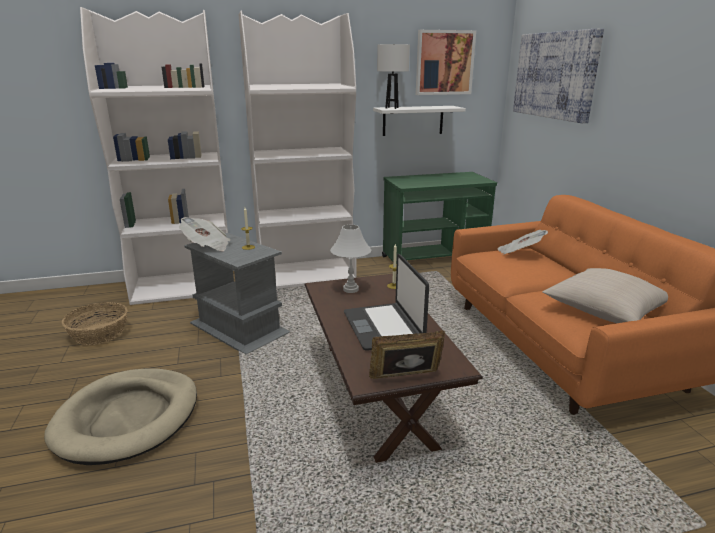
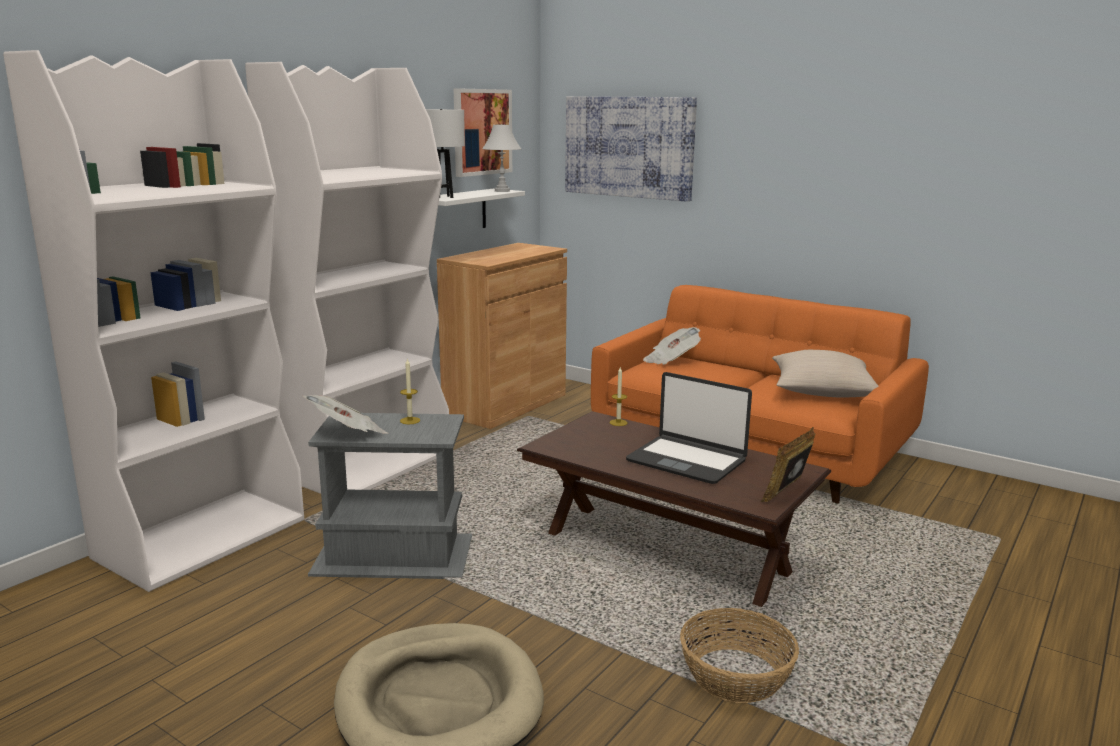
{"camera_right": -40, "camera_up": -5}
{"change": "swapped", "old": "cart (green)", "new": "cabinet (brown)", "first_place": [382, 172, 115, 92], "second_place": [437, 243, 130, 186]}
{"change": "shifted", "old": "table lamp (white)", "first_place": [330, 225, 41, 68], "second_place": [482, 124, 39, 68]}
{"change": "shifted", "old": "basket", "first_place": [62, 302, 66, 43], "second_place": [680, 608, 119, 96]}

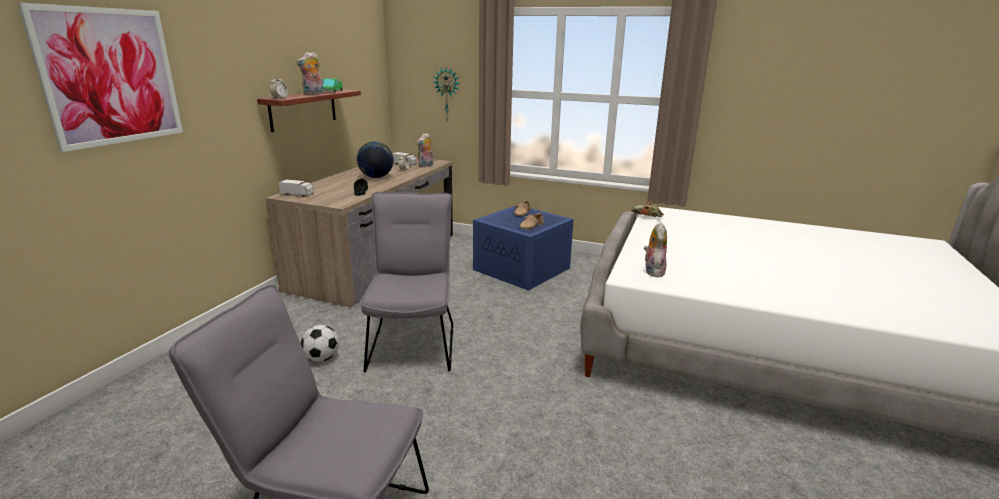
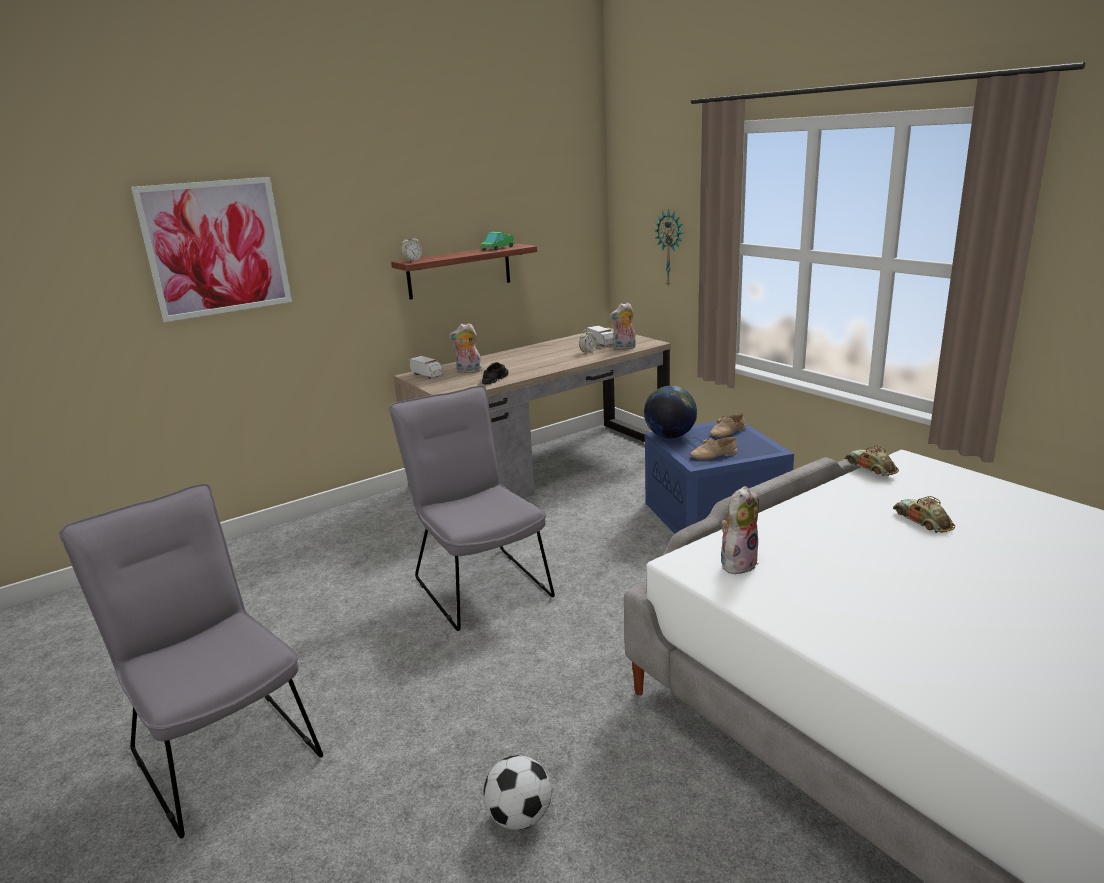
{"camera_right": 35, "camera_up": 0}
{"change": "rotated", "old": "chair (grey)", "first_place": [360, 192, 93, 181], "second_place": [389, 386, 166, 245], "degrees": -60}
{"change": "shifted", "old": "plush toy", "first_place": [296, 52, 28, 43], "second_place": [449, 323, 33, 50]}
{"change": "shifted", "old": "football", "first_place": [301, 325, 38, 37], "second_place": [483, 755, 69, 75]}
{"change": "shifted", "old": "globe", "first_place": [357, 141, 37, 37], "second_place": [644, 386, 53, 52]}
{"change": "new", "new": "toy car", "second_place": [893, 496, 62, 37]}

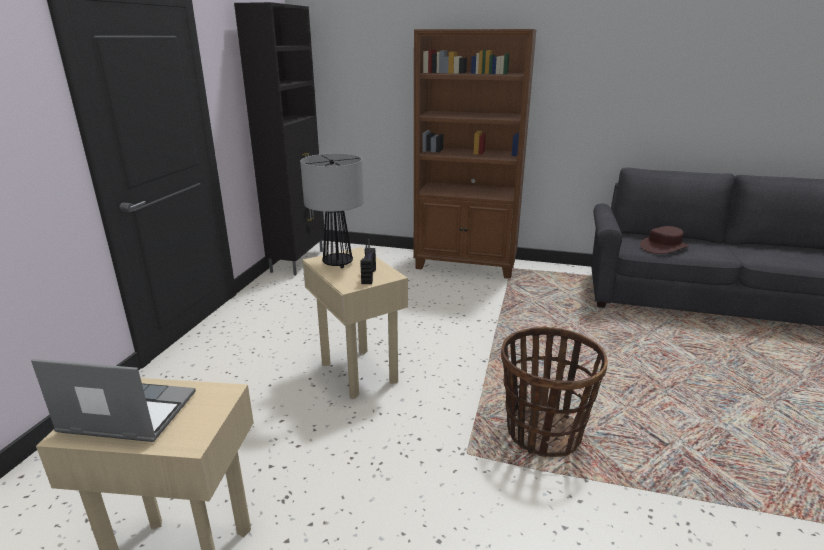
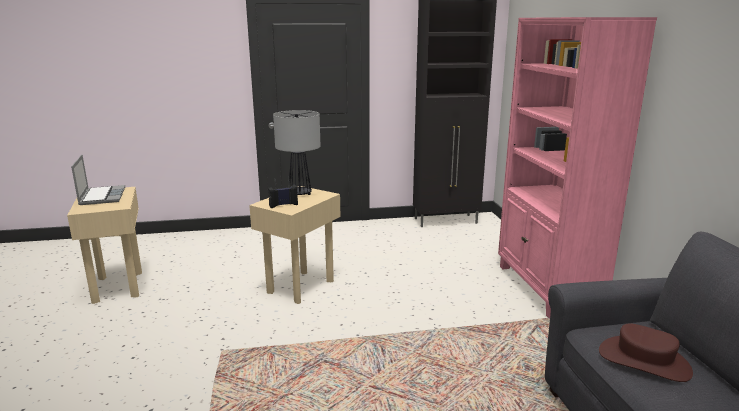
{"camera_right": 65, "camera_up": -5}
{"change": "repainted", "old": "bookcase (brown)", "new": "bookcase (pink)", "first_place": [414, 29, 123, 250], "second_place": [498, 17, 159, 302]}
{"change": "gone", "old": "basket", "first_place": [501, 327, 107, 130]}

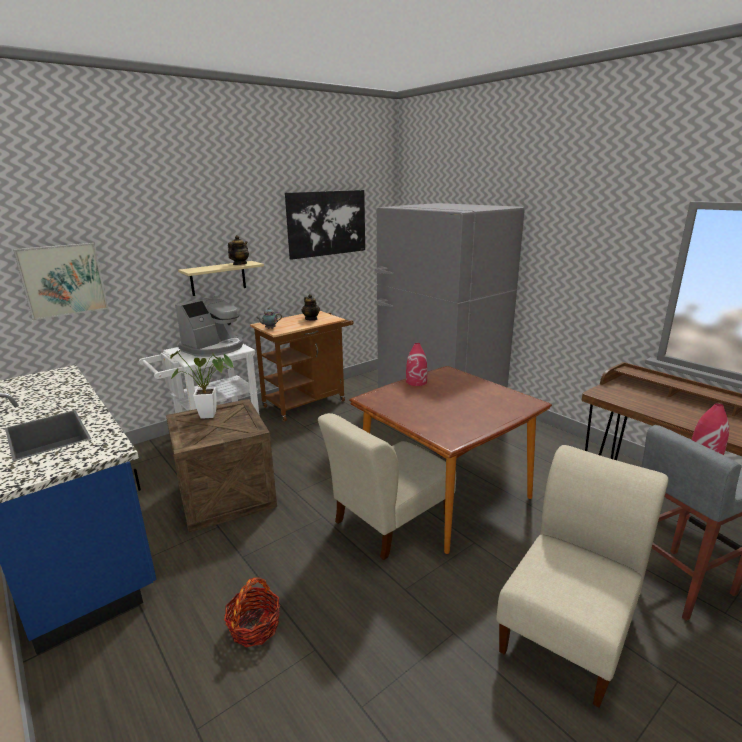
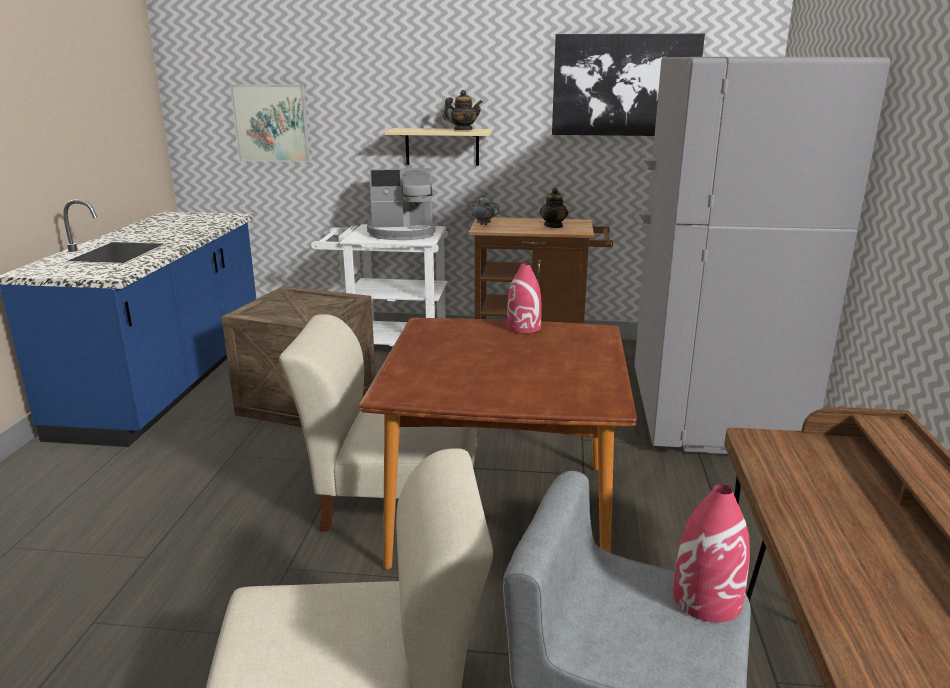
{"camera_right": 45, "camera_up": 0}
{"change": "gone", "old": "potted plant", "first_place": [170, 350, 64, 69]}
{"change": "gone", "old": "basket", "first_place": [224, 577, 56, 70]}

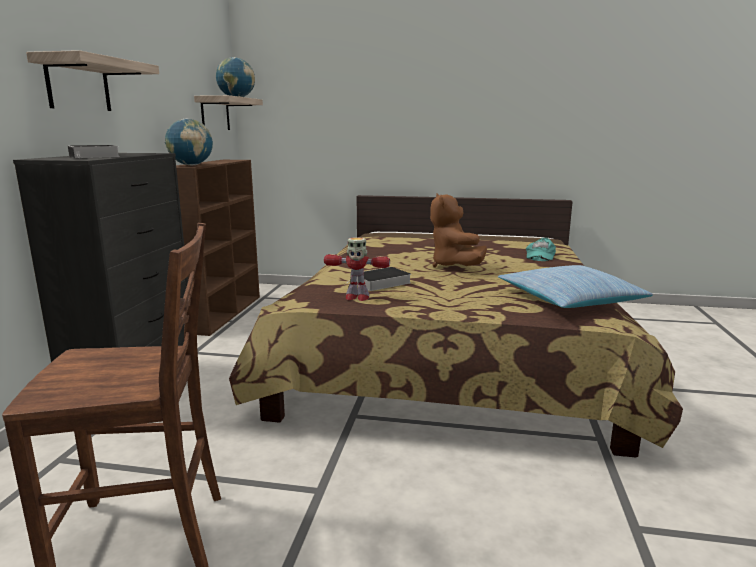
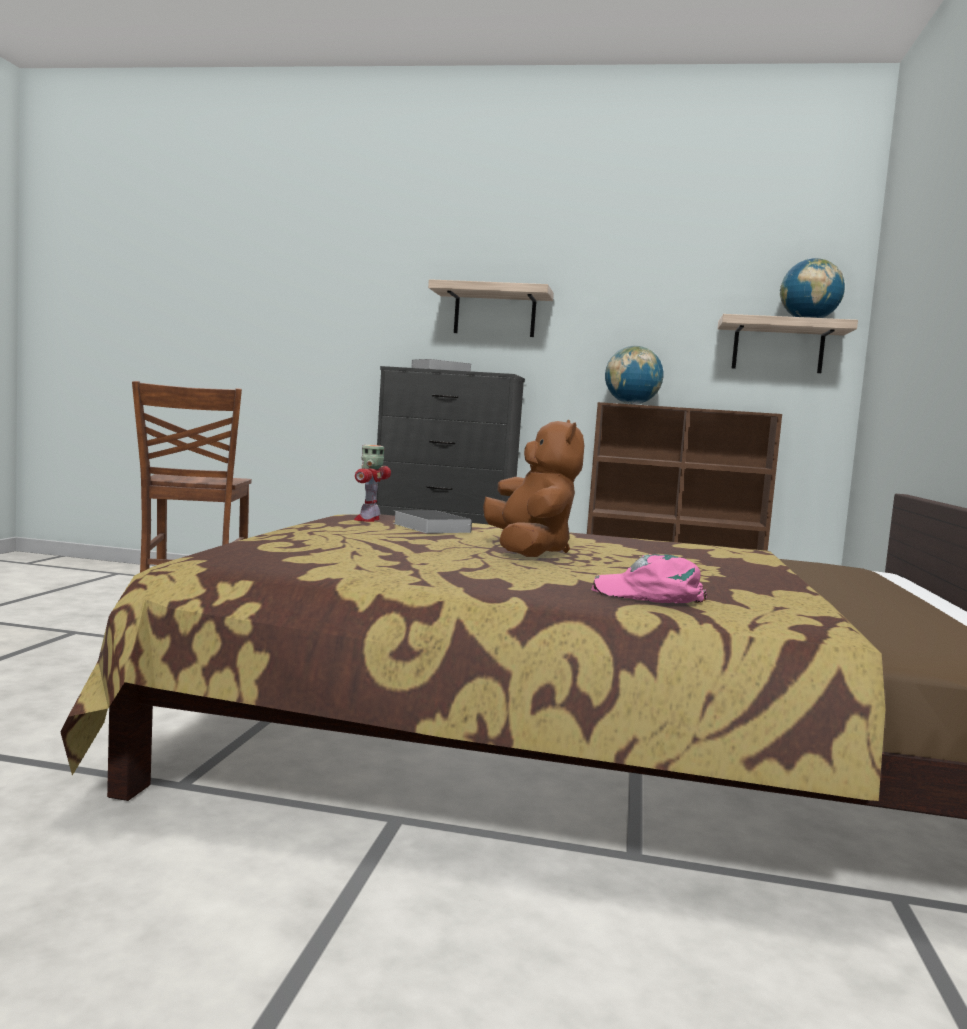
{"camera_right": 90, "camera_up": -10}
{"change": "rotated", "old": "plush toy (brown)", "first_place": [430, 194, 57, 73], "second_place": [483, 420, 101, 137], "degrees": 90}
{"change": "repainted", "old": "cap (turquoise)", "new": "cap (pink)", "first_place": [526, 237, 30, 24], "second_place": [591, 554, 116, 49]}
{"change": "gone", "old": "pillow", "first_place": [498, 265, 155, 43]}

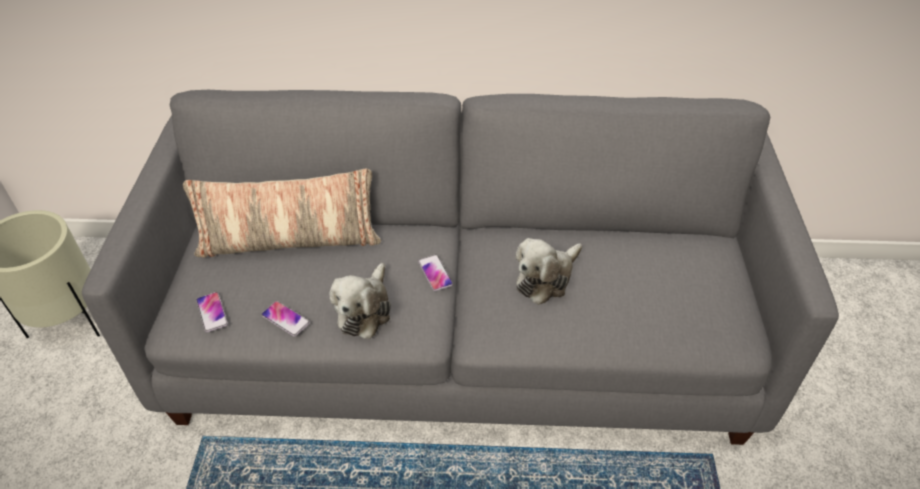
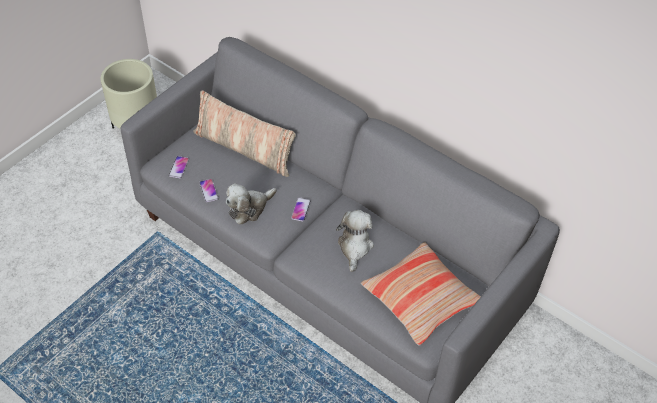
{"camera_right": 35, "camera_up": 5}
{"change": "rotated", "old": "plush toy", "first_place": [515, 238, 67, 67], "second_place": [336, 210, 38, 62], "degrees": 105}
{"change": "new", "new": "pillow", "second_place": [361, 242, 120, 104]}

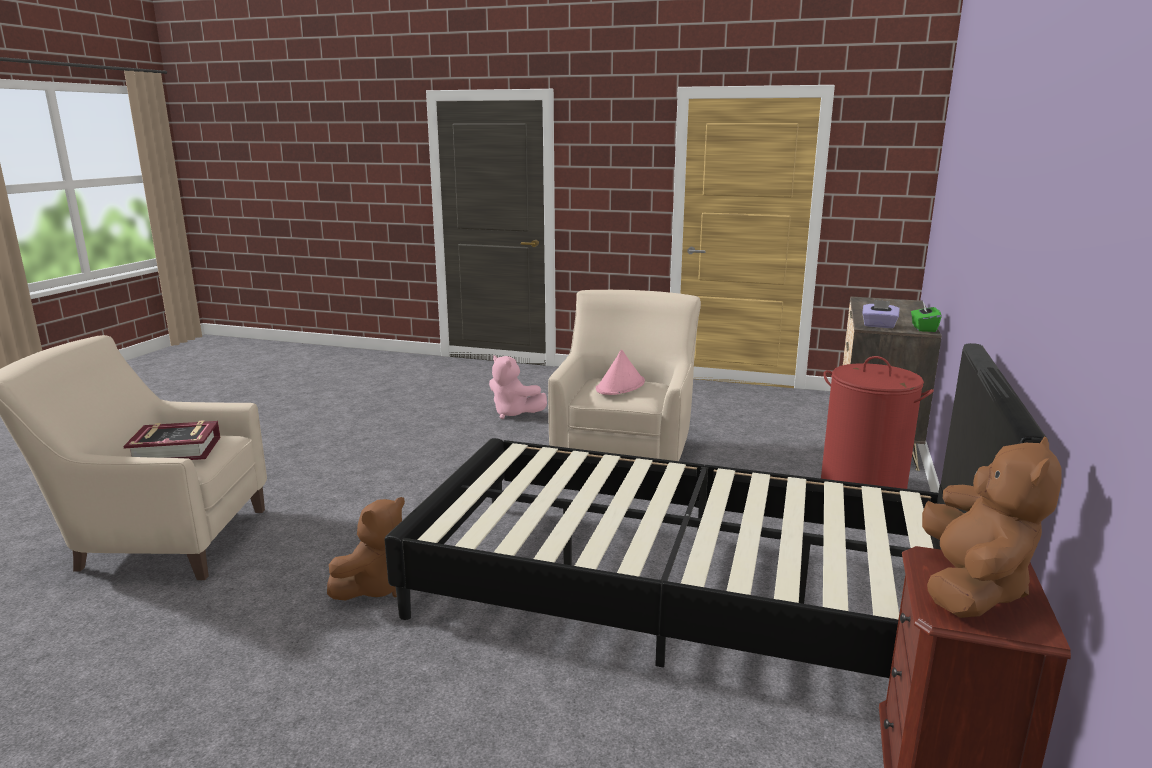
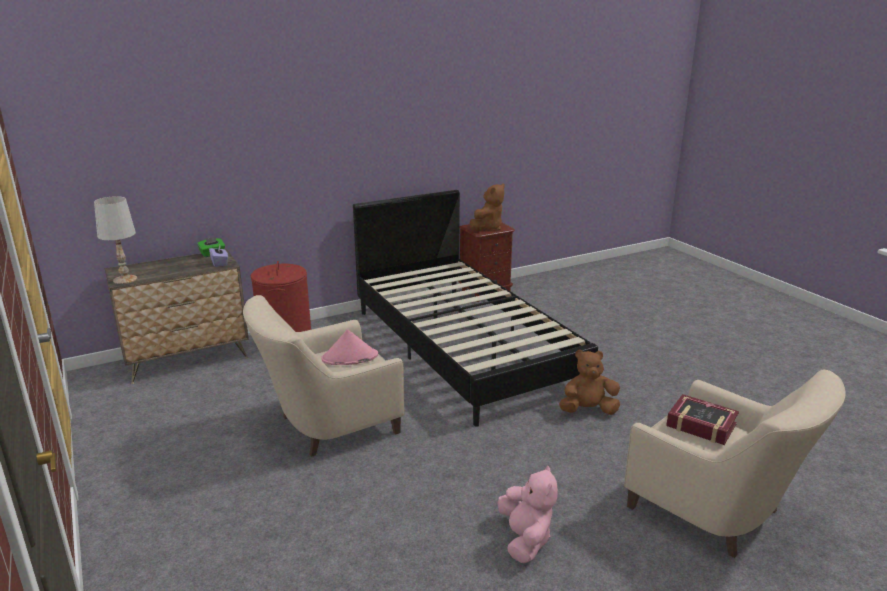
{"camera_right": -135, "camera_up": 5}
{"change": "new", "new": "table lamp (white)", "second_place": [94, 196, 43, 88]}
{"change": "rotated", "old": "plush toy (brown)", "first_place": [922, 436, 139, 182], "second_place": [470, 184, 35, 47], "degrees": 150}
{"change": "shifted", "old": "plush toy (pink)", "first_place": [489, 355, 58, 64], "second_place": [497, 465, 61, 98]}

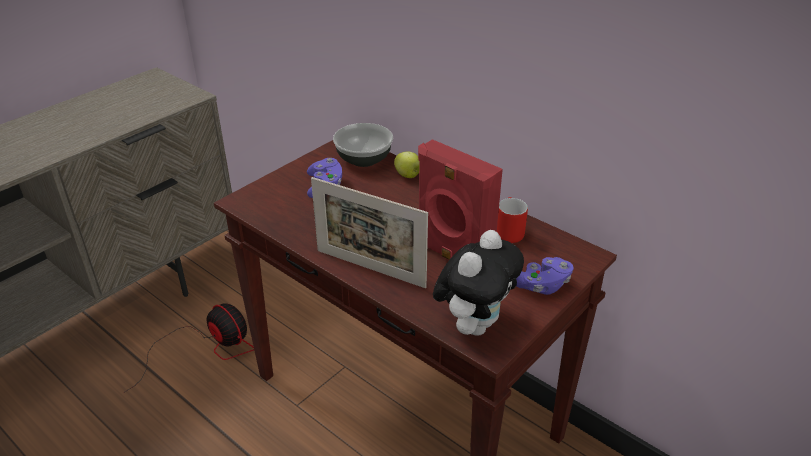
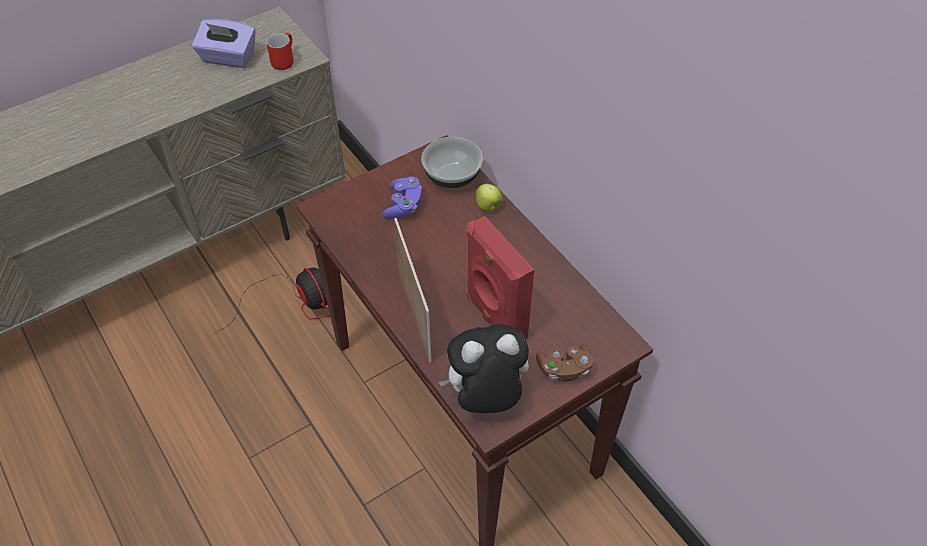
{"camera_right": 15, "camera_up": 15}
{"change": "new", "new": "tissue box (purple)", "second_place": [192, 19, 64, 49]}
{"change": "shifted", "old": "mug (red)", "first_place": [497, 197, 31, 46], "second_place": [266, 33, 28, 37]}
{"change": "rotated", "old": "picture frame", "first_place": [311, 177, 117, 111], "second_place": [394, 218, 38, 144], "degrees": -150}
{"change": "rotated", "old": "plush toy", "first_place": [433, 230, 91, 106], "second_place": [438, 324, 91, 89], "degrees": -150}
{"change": "repainted", "old": "game controller (purple)", "new": "game controller (brown)", "first_place": [516, 257, 58, 38], "second_place": [536, 344, 58, 38]}

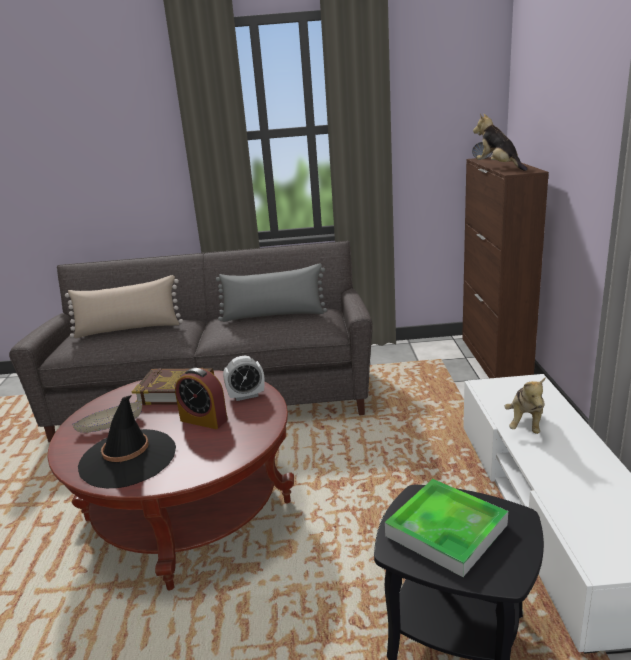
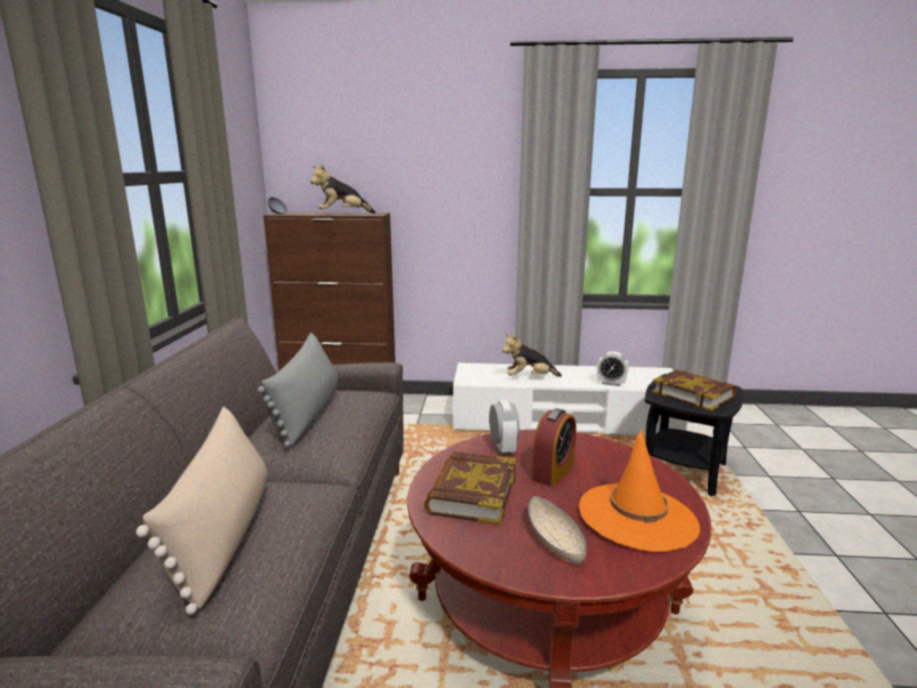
{"camera_right": -85, "camera_up": -5}
{"change": "rotated", "old": "plush toy", "first_place": [504, 377, 42, 57], "second_place": [502, 334, 60, 43], "degrees": 150}
{"change": "repainted", "old": "hat (black)", "new": "hat (orange)", "first_place": [78, 395, 98, 93], "second_place": [579, 429, 121, 123]}
{"change": "new", "new": "alarm clock", "second_place": [597, 351, 32, 35]}
{"change": "swapped", "old": "tray", "new": "book", "first_place": [385, 479, 123, 98], "second_place": [652, 369, 84, 42]}

